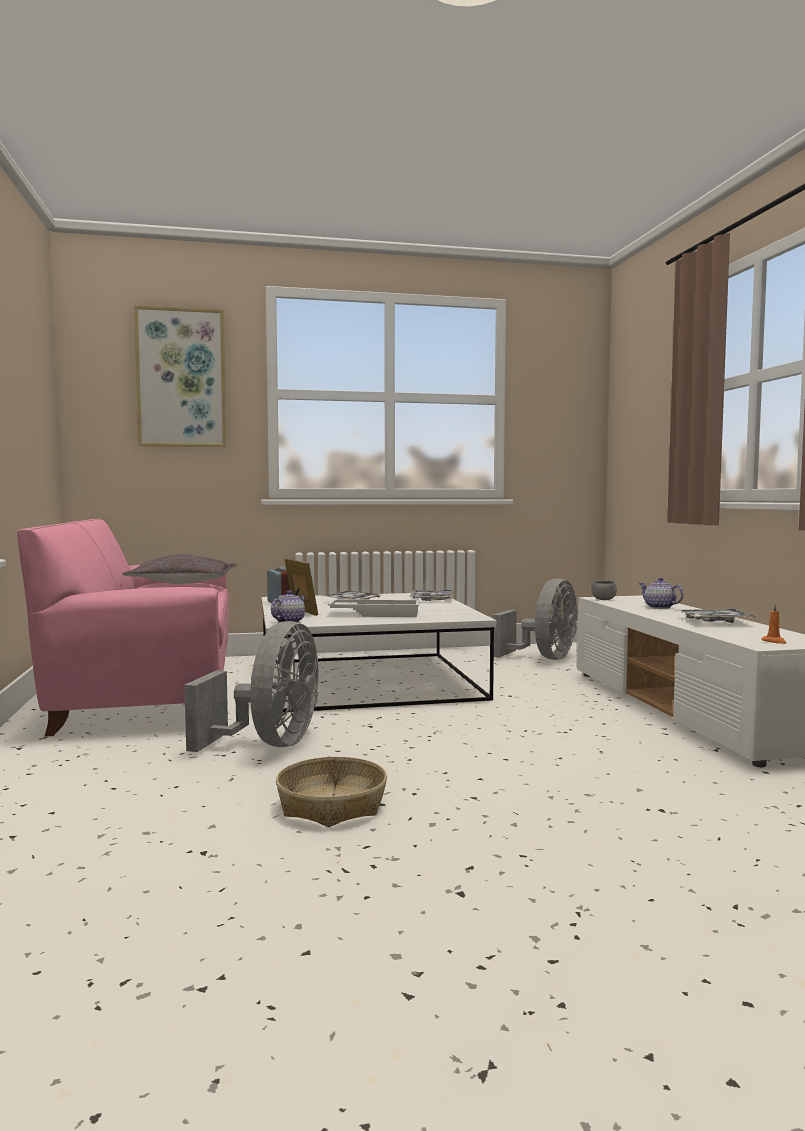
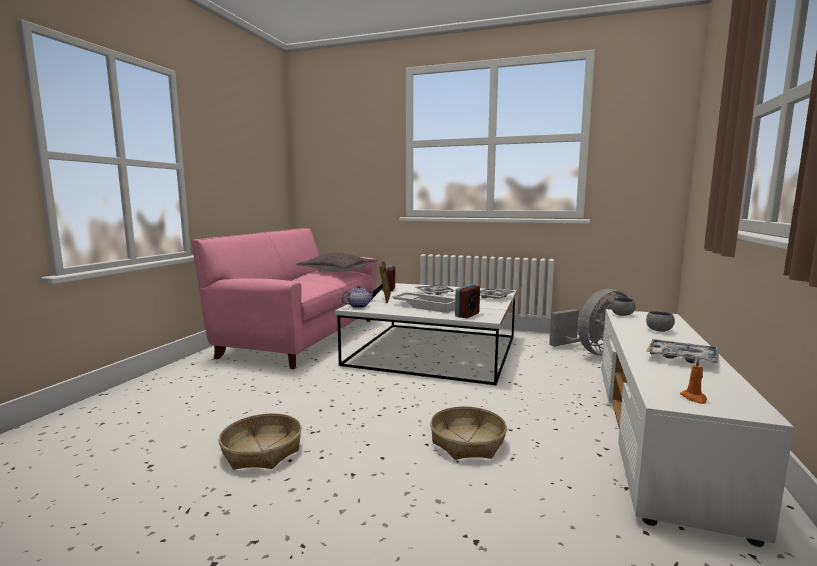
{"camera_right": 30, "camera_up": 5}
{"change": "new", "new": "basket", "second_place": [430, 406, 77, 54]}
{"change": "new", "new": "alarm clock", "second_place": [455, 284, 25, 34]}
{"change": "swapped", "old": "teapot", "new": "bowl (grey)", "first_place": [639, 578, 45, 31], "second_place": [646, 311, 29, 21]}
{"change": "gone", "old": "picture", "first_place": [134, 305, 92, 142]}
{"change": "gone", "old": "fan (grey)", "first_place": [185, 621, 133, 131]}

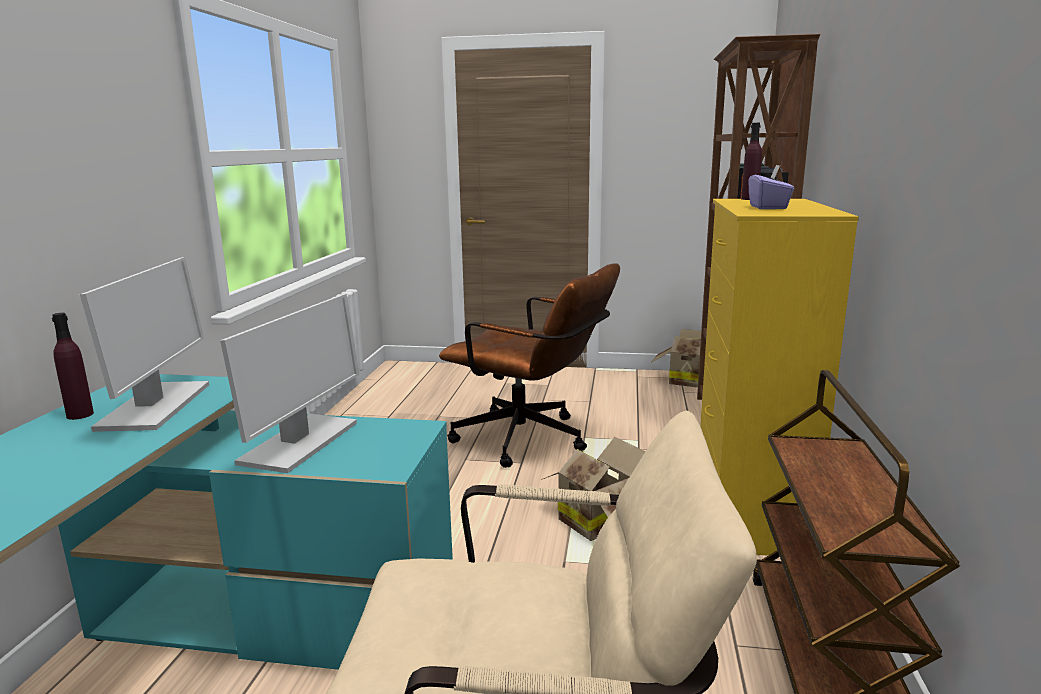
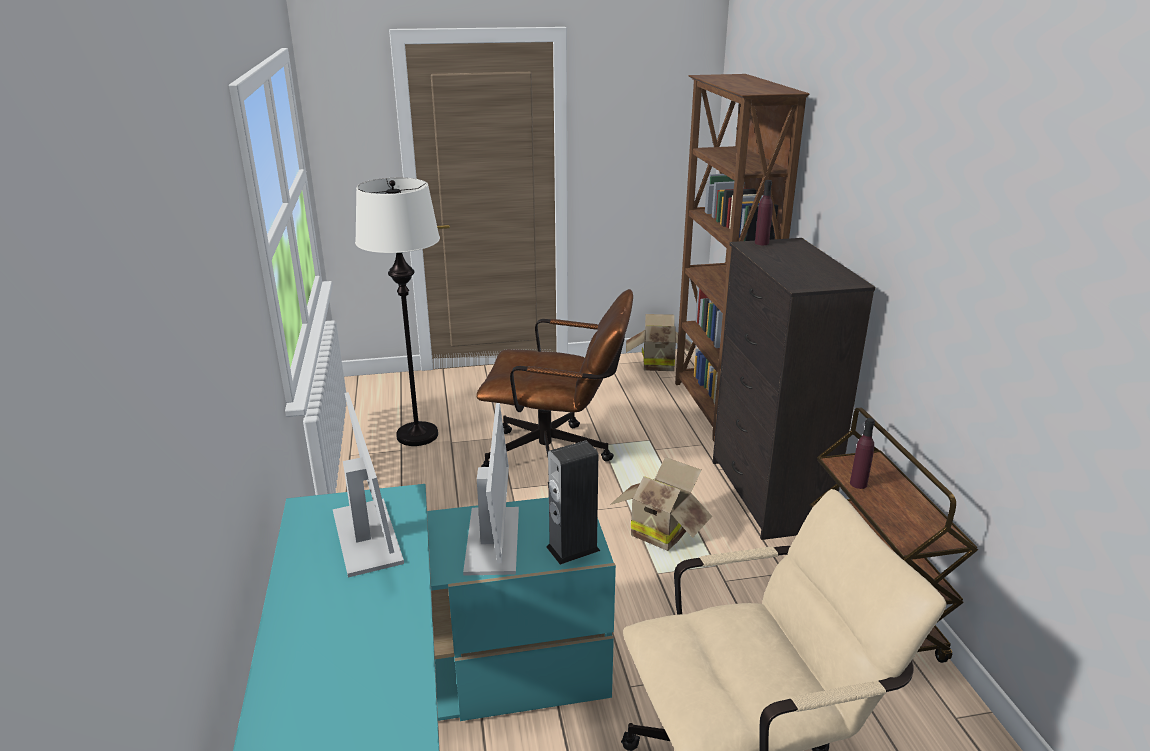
{"camera_right": -20, "camera_up": 10}
{"change": "new", "new": "floor lamp (white)", "second_place": [355, 178, 85, 268]}
{"change": "new", "new": "speaker", "second_place": [546, 441, 54, 124]}
{"change": "repainted", "old": "dresser (yellow)", "new": "dresser (black)", "first_place": [700, 199, 159, 357], "second_place": [713, 238, 162, 302]}
{"change": "shifted", "old": "bottle (purple)", "first_place": [52, 313, 42, 107], "second_place": [850, 418, 25, 71]}
{"change": "gone", "old": "tissue box (purple)", "first_place": [748, 165, 46, 44]}

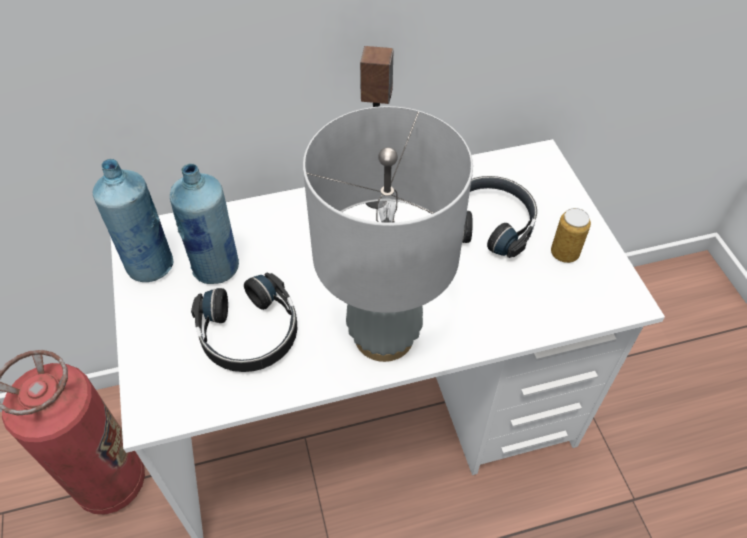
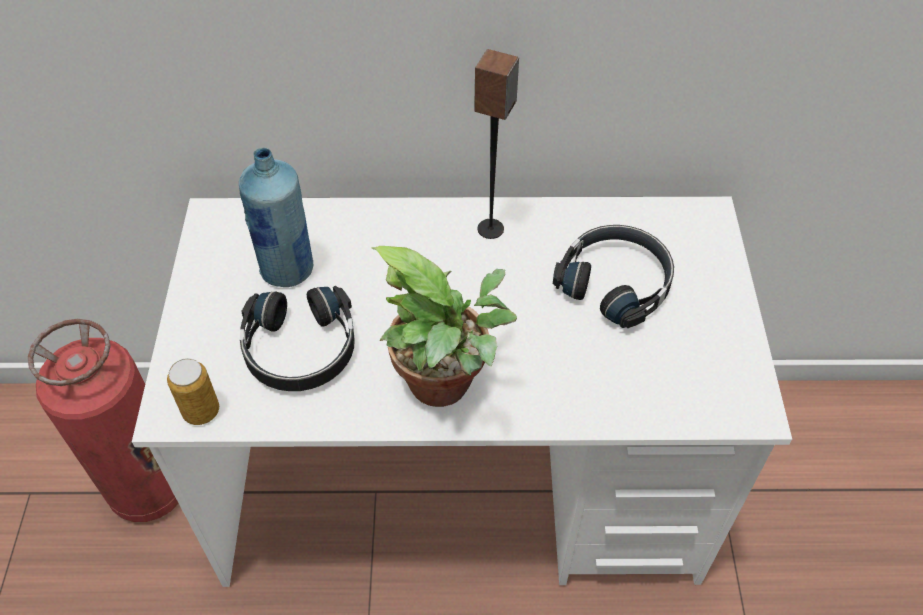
{"camera_right": 15, "camera_up": 0}
{"change": "shifted", "old": "can", "first_place": [551, 208, 40, 55], "second_place": [167, 358, 52, 67]}
{"change": "swapped", "old": "table lamp (grey)", "new": "potted plant", "first_place": [303, 106, 170, 256], "second_place": [371, 246, 146, 161]}
{"change": "gone", "old": "bottle (blue)", "first_place": [93, 159, 81, 123]}

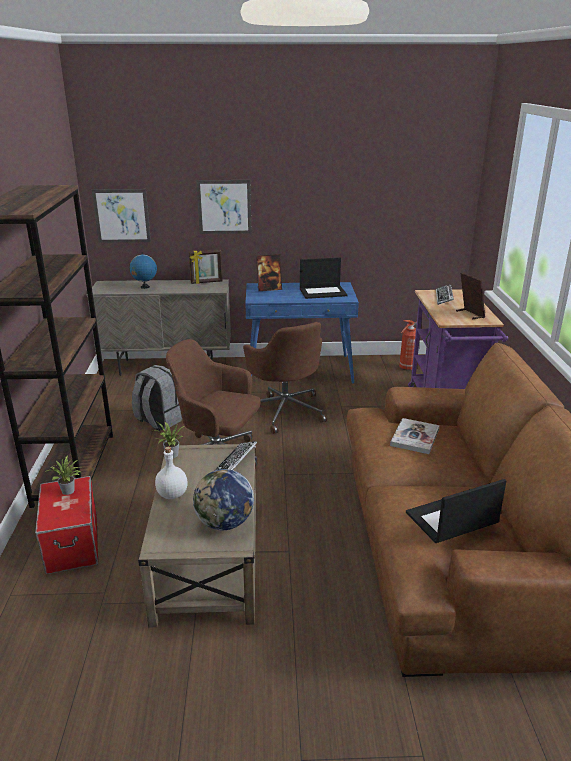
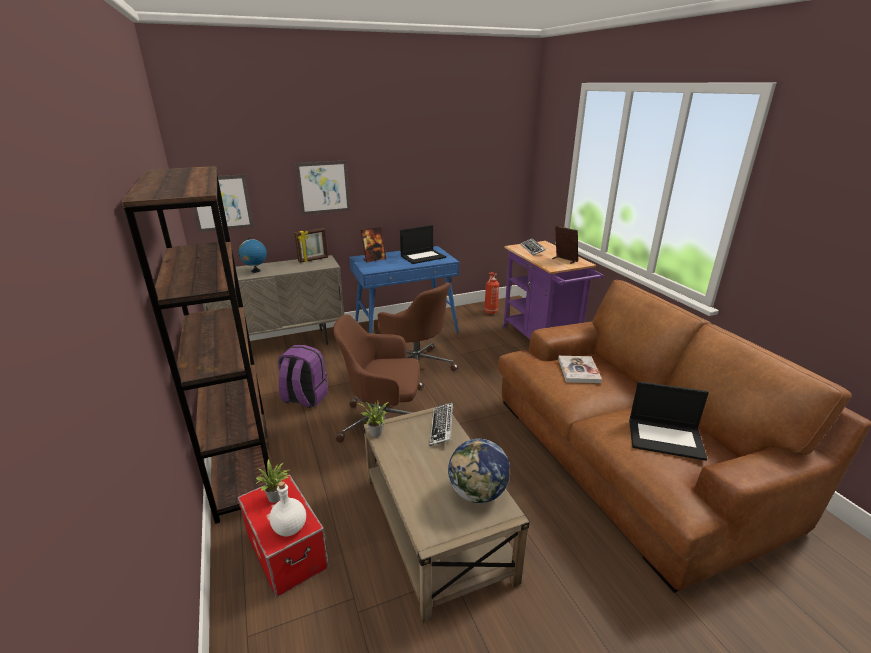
{"camera_right": -20, "camera_up": 0}
{"change": "shifted", "old": "bottle (white)", "first_place": [155, 447, 33, 52], "second_place": [269, 481, 37, 56]}
{"change": "repainted", "old": "backpack (grey)", "new": "backpack (purple)", "first_place": [132, 365, 50, 66], "second_place": [278, 345, 50, 63]}
{"change": "rotated", "old": "laptop", "first_place": [406, 479, 100, 64], "second_place": [629, 381, 80, 80], "degrees": -120}

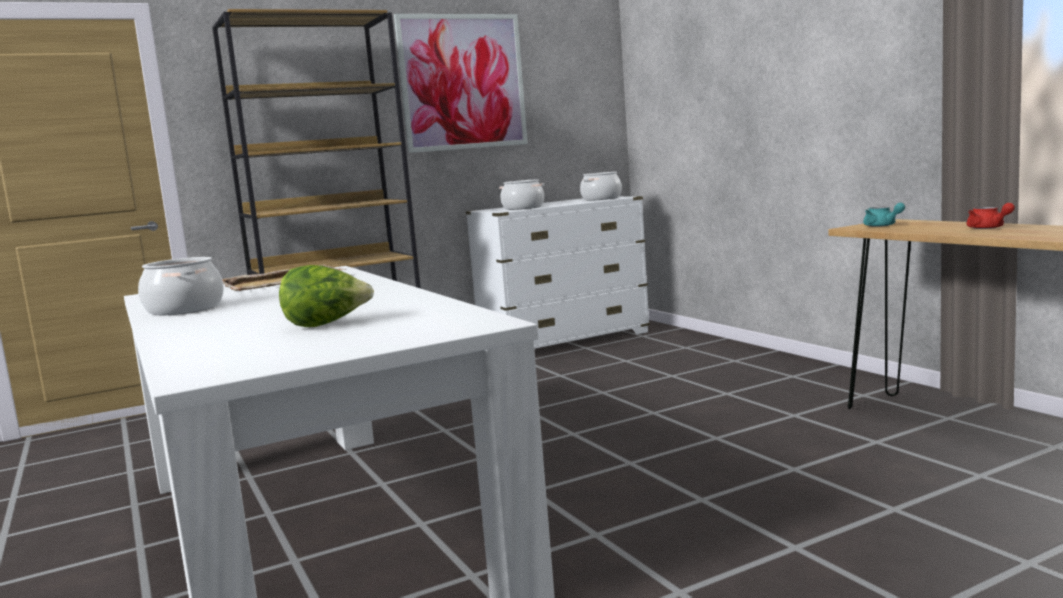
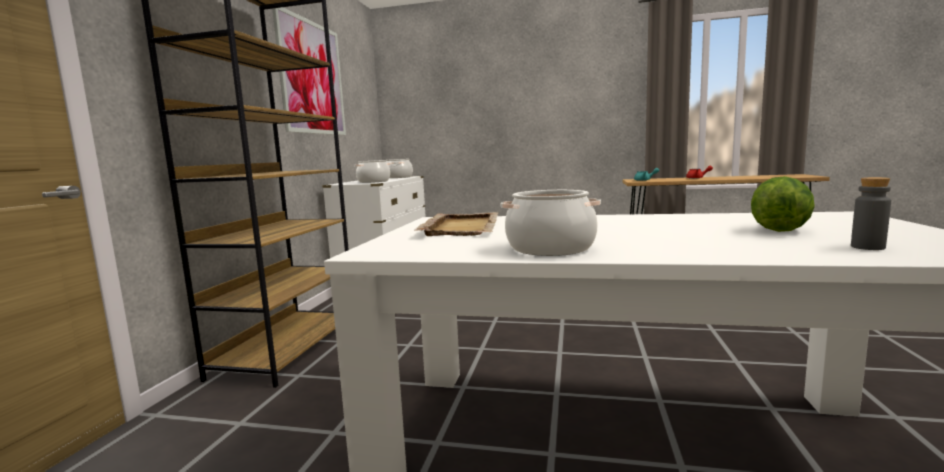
{"camera_right": -50, "camera_up": 0}
{"change": "new", "new": "bottle (grey)", "second_place": [851, 177, 40, 73]}

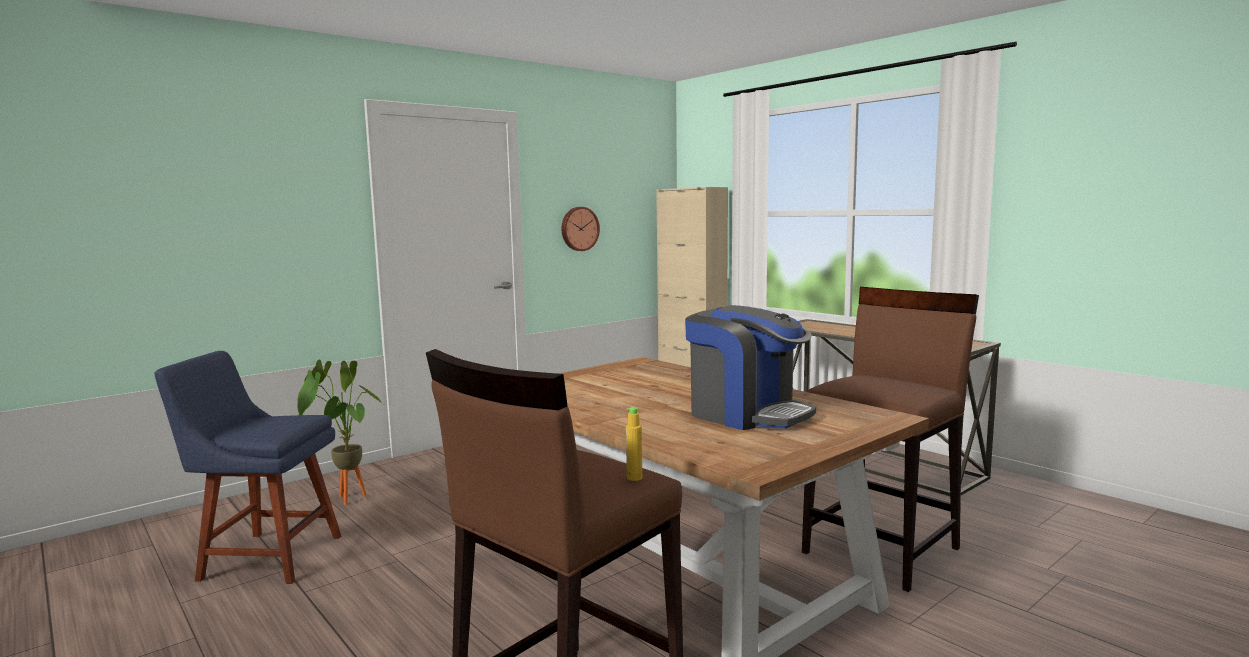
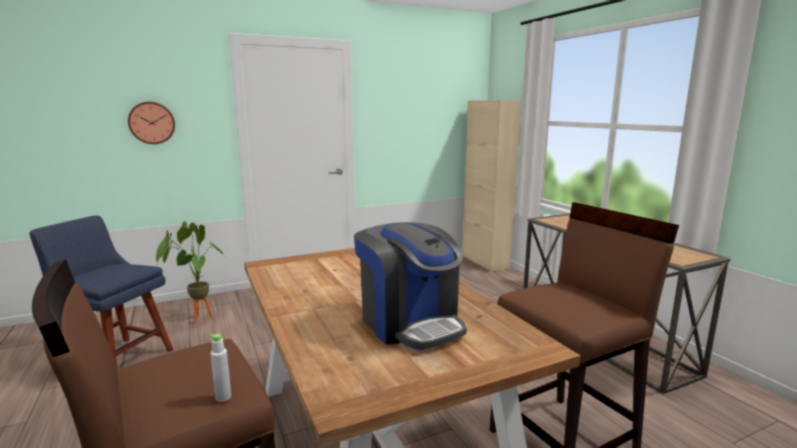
{"camera_right": 15, "camera_up": 5}
{"change": "shifted", "old": "wall clock", "first_place": [561, 207, 39, 44], "second_place": [128, 102, 47, 42]}
{"change": "repainted", "old": "bottle (yellow)", "new": "bottle (grey)", "first_place": [626, 407, 16, 74], "second_place": [210, 334, 21, 68]}

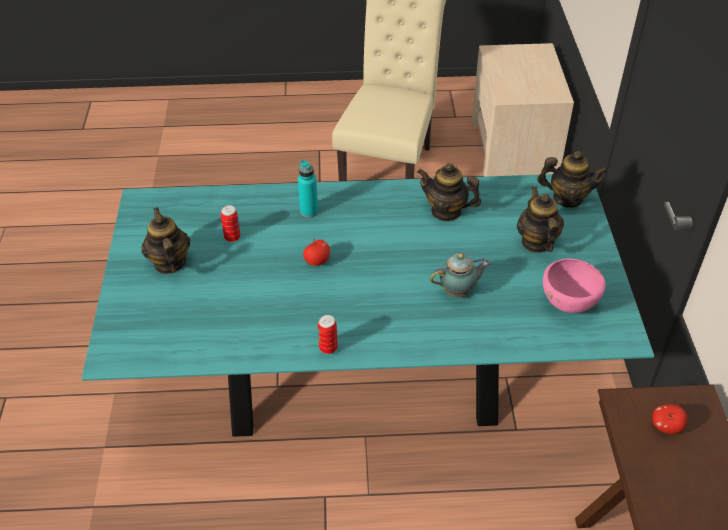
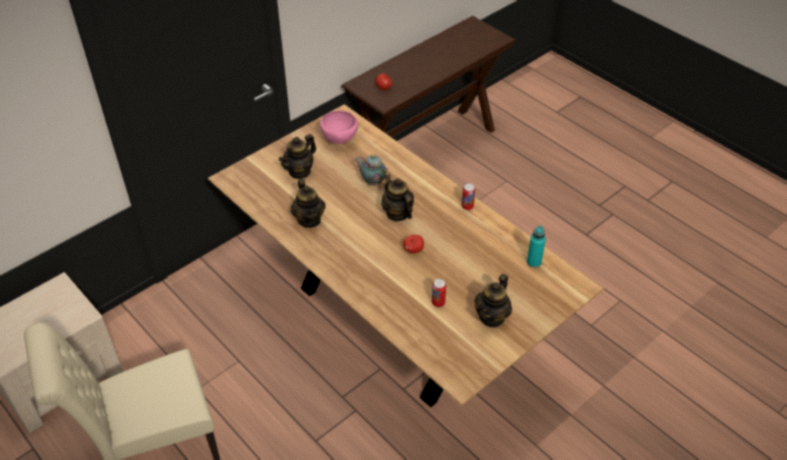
{"camera_right": -130, "camera_up": 0}
{"change": "repainted", "old": "dining table (turquoise)", "new": "dining table (brown)", "first_place": [82, 174, 572, 262], "second_place": [208, 104, 396, 303]}
{"change": "shifted", "old": "teapot", "first_place": [537, 151, 72, 57], "second_place": [382, 174, 32, 47]}
{"change": "shifted", "old": "bottle (turquoise)", "first_place": [298, 160, 20, 58], "second_place": [527, 226, 19, 42]}

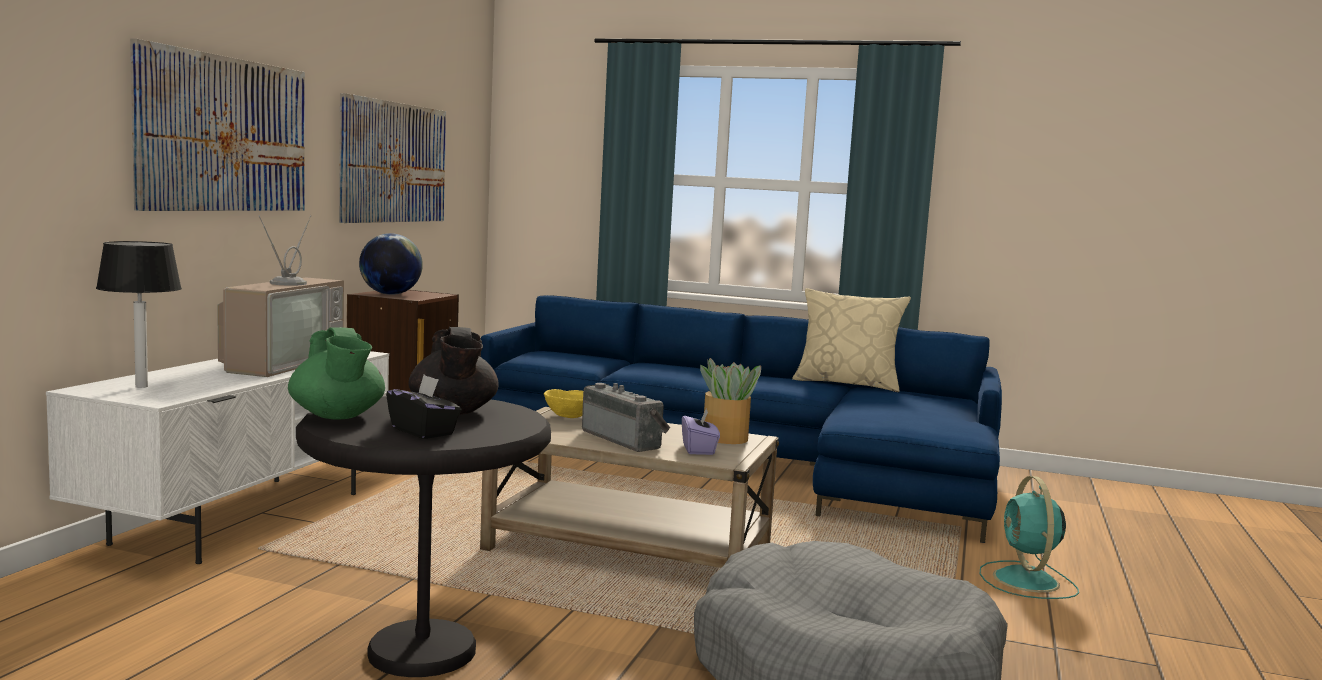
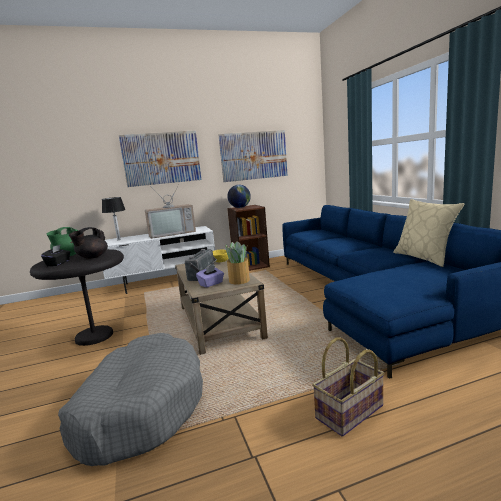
{"camera_right": 55, "camera_up": 5}
{"change": "swapped", "old": "fan (turquoise)", "new": "basket", "first_place": [980, 476, 99, 123], "second_place": [312, 337, 73, 100]}

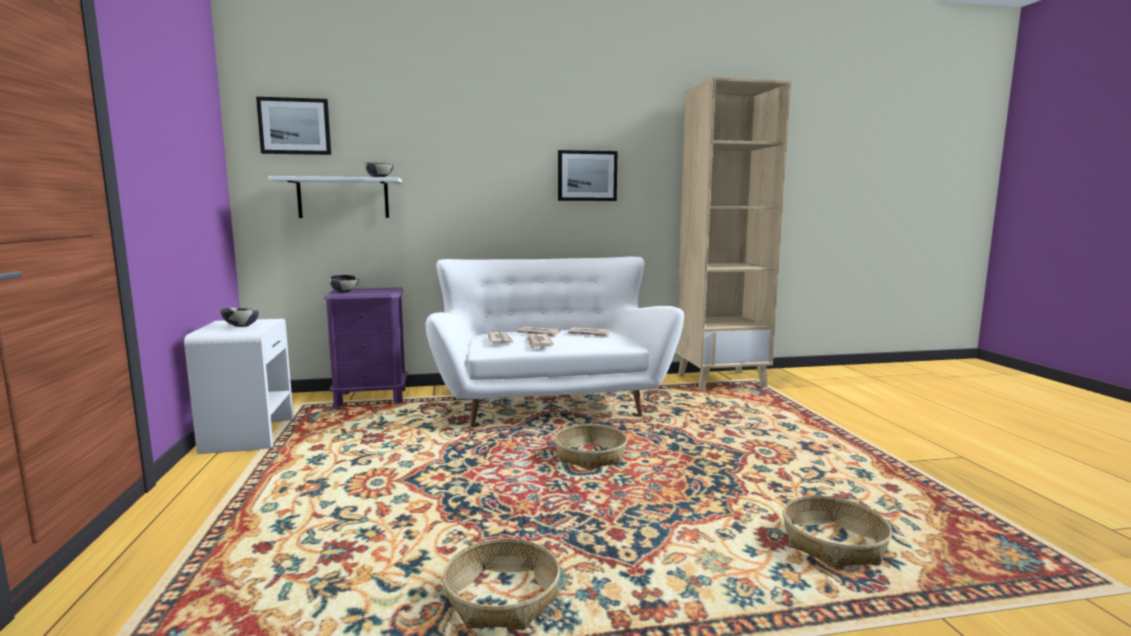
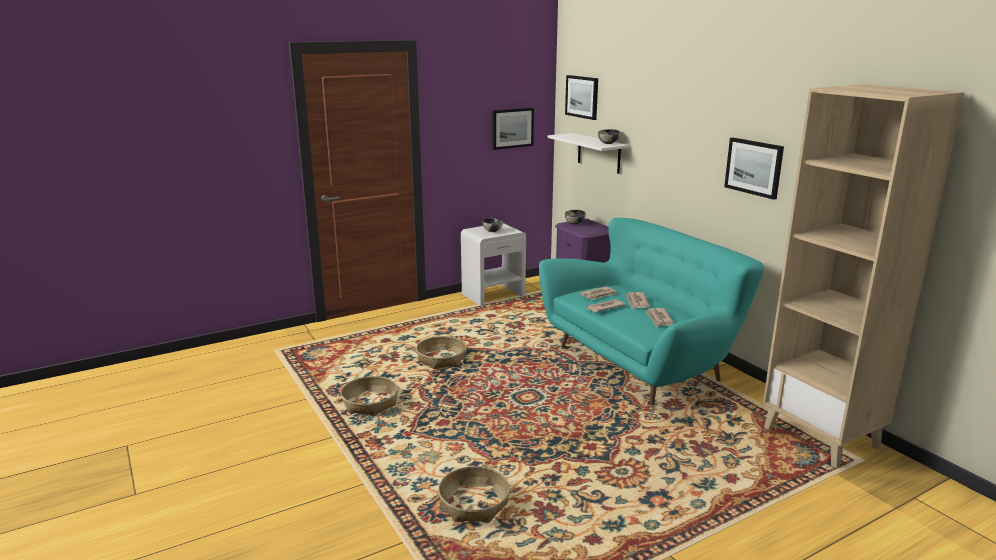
{"camera_right": 70, "camera_up": 10}
{"change": "shifted", "old": "basket", "first_place": [554, 424, 74, 46], "second_place": [416, 336, 50, 33]}
{"change": "new", "new": "picture", "second_place": [492, 108, 42, 42]}
{"change": "repainted", "old": "sofa (white)", "new": "sofa (turquoise)", "first_place": [425, 257, 259, 170], "second_place": [539, 218, 225, 188]}

